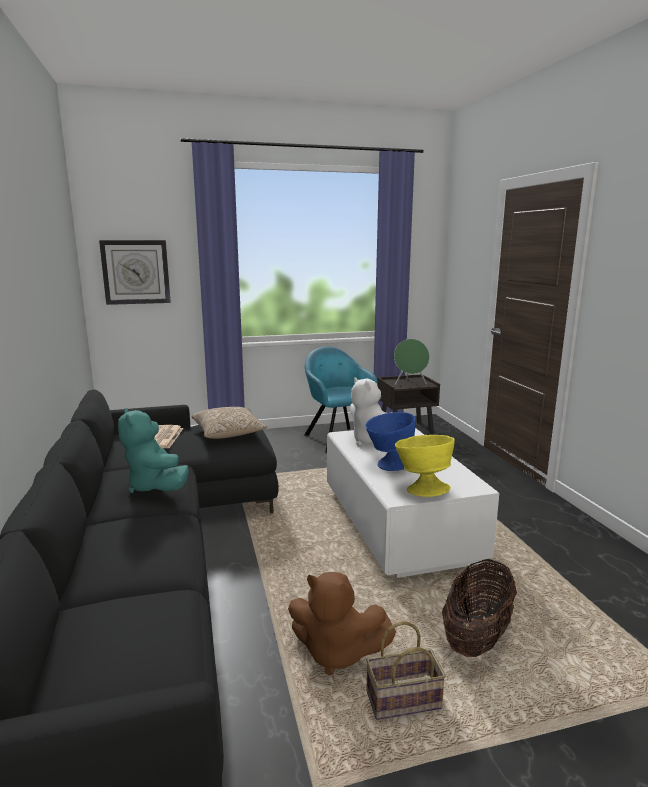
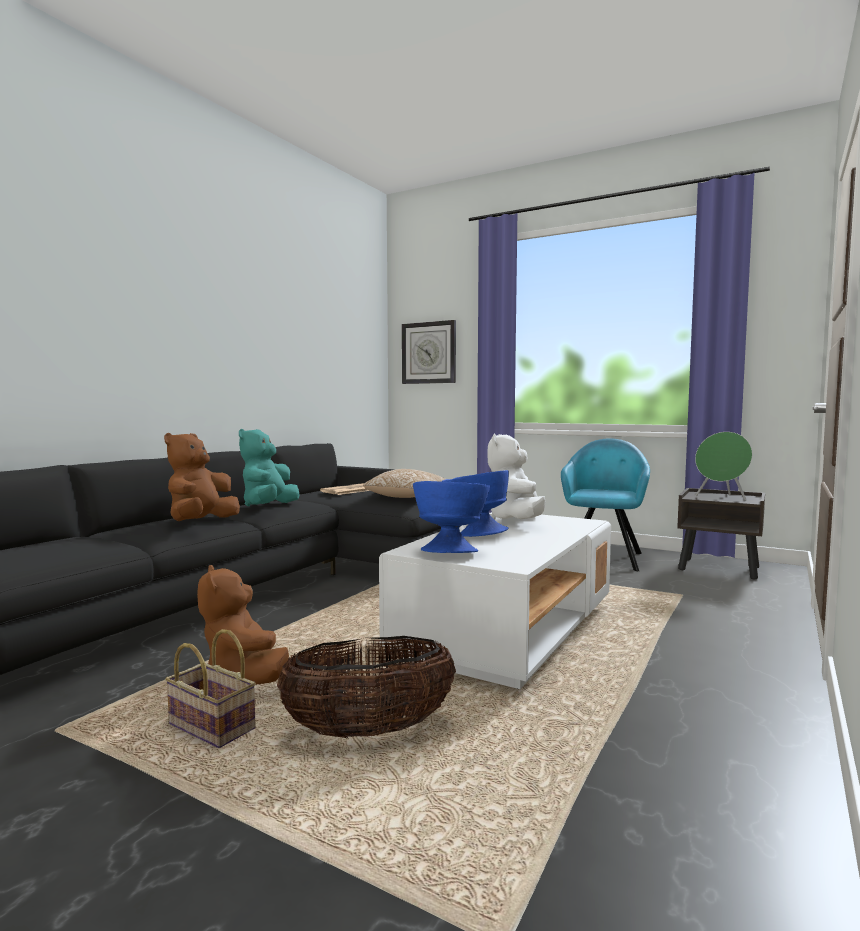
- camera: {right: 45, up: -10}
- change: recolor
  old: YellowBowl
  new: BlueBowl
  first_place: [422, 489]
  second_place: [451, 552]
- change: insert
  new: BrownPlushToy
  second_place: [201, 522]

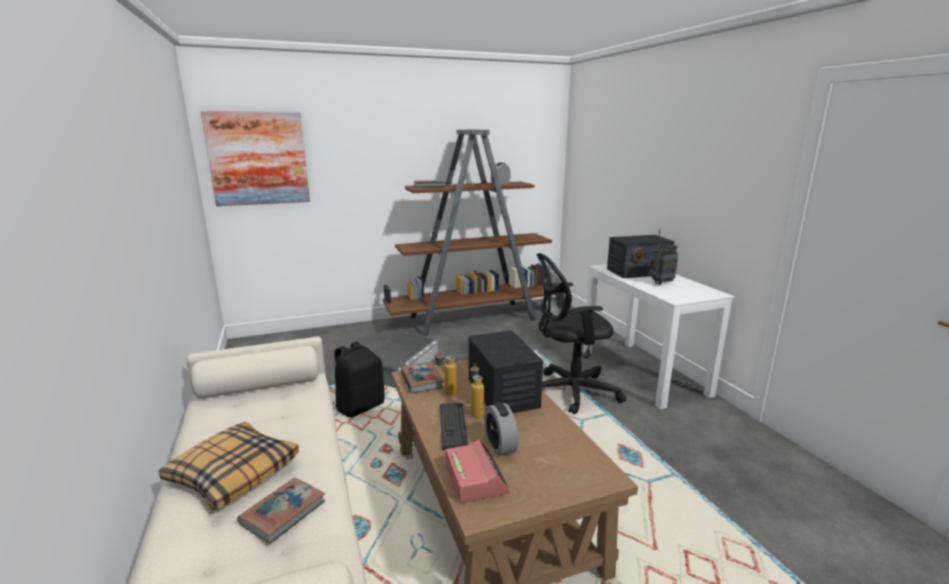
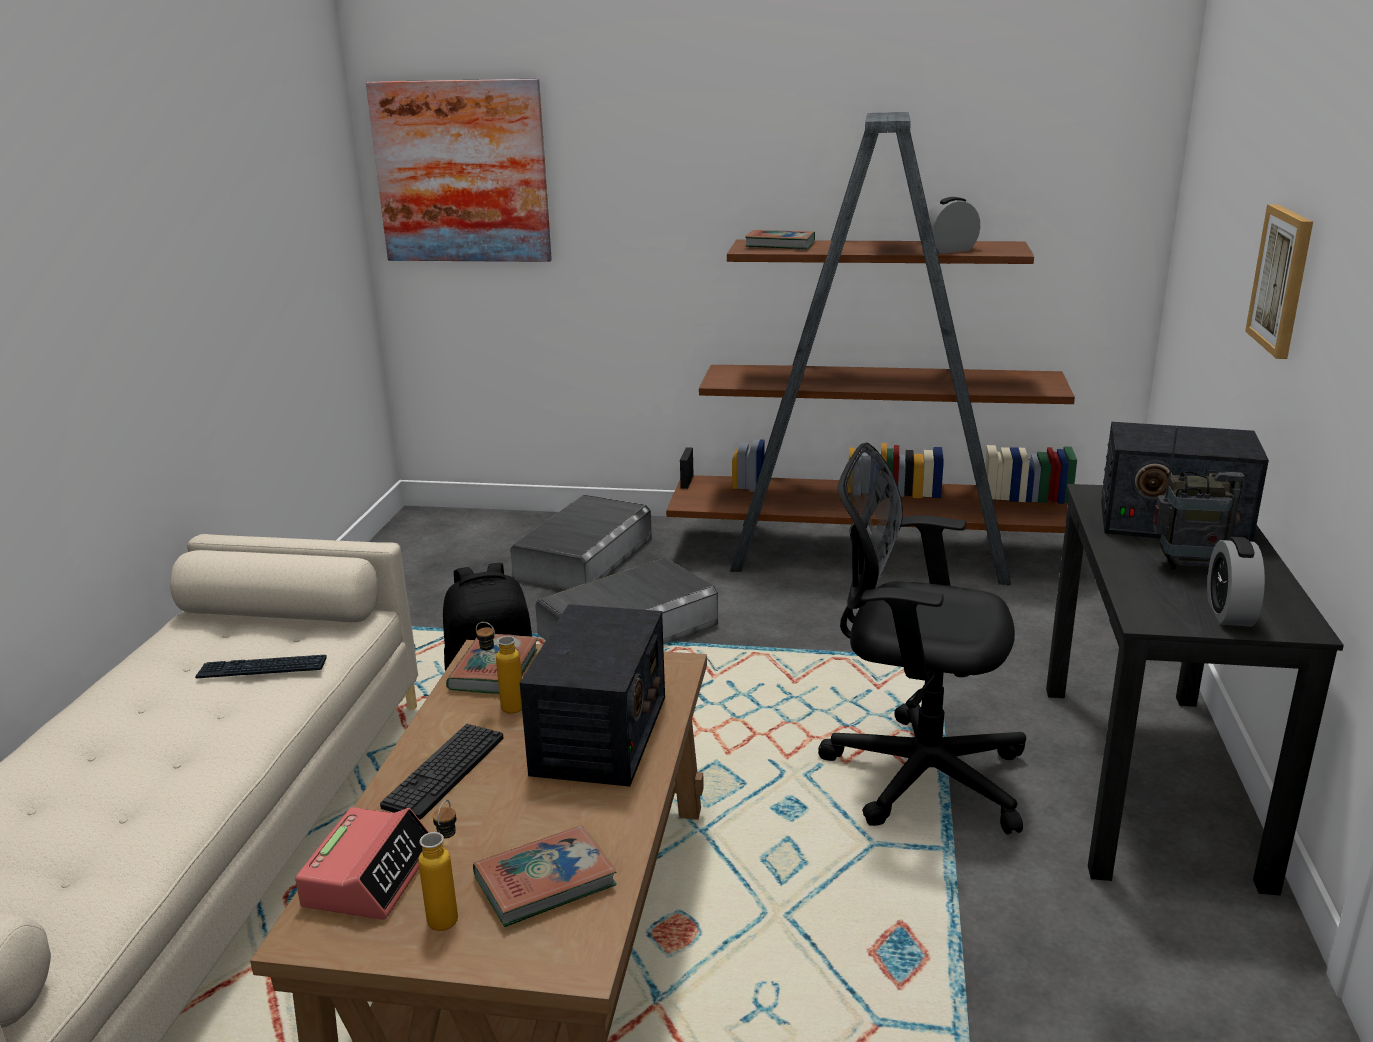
- camera: {right: 30, up: 5}
- change: recolor
  old: WhiteDesk
  new: BlackDesk
  first_place: [643, 372]
  second_place: [1148, 779]
- change: move
  old: Bottle
  first_place: [476, 412]
  second_place: [448, 912]
- change: move
  old: AlarmClock
  first_place: [500, 445]
  second_place: [1229, 613]
- change: delete
  old: Pillow
  first_place: [233, 473]
- change: move
  old: Book
  first_place: [283, 513]
  second_place: [545, 881]
- change: insert
  new: Picture
  second_place: [1282, 280]
- change: insert
  new: GreyStorageBox
  second_place: [584, 557]
- change: insert
  new: Keyboard
  second_place: [262, 669]

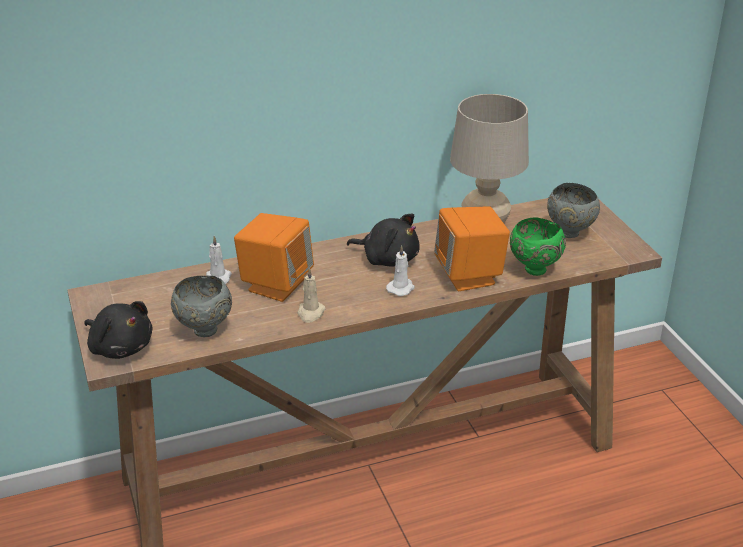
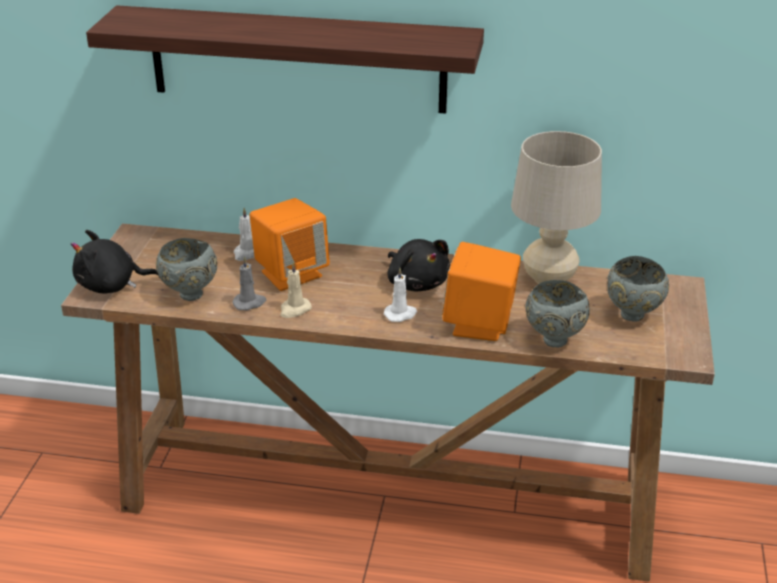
- camera: {right: 30, up: 0}
- change: recolor
  old: GreenBowl
  new: GreyBowl
  first_place: [533, 270]
  second_place: [553, 340]
- change: rotate
  old: BlackPlushToy
  first_place: [120, 347]
  second_place: [111, 285]
  degrees: 105
- change: insert
  new: Shelf
  second_place: [297, 59]
- change: insert
  new: GreyCandle
  second_place: [250, 303]

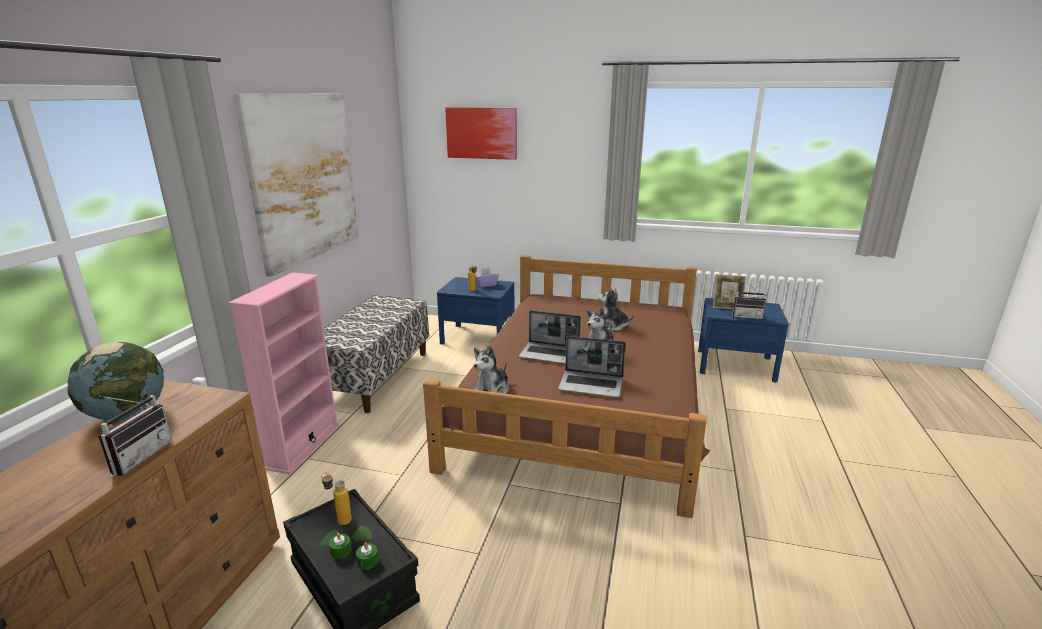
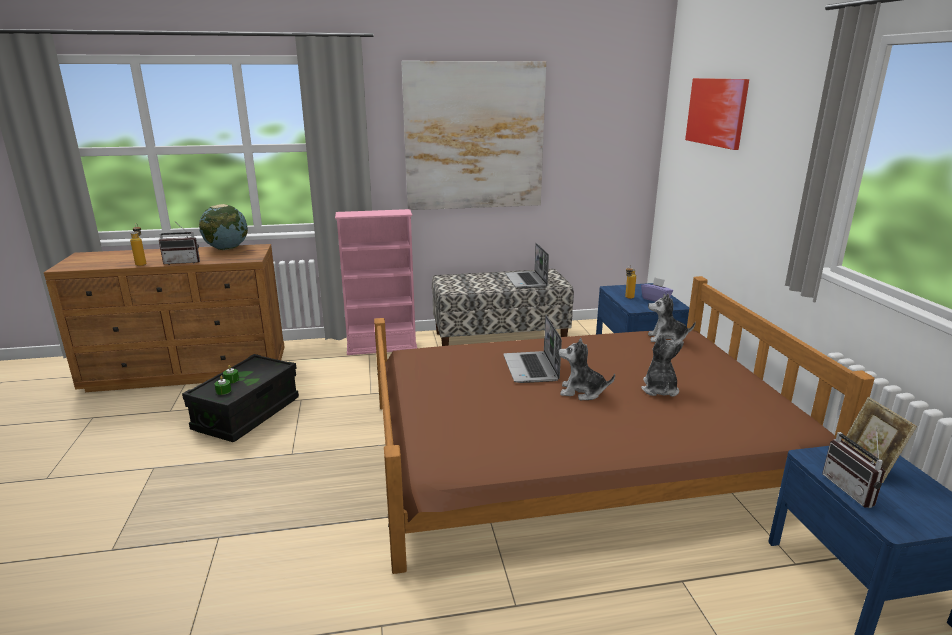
- camera: {right: 65, up: 0}
- change: move
  old: Laptop
  first_place: [592, 385]
  second_place: [526, 281]
- change: move
  old: PlushToy
  first_place: [492, 390]
  second_place: [667, 339]
- change: move
  old: Bottle
  first_place: [339, 519]
  second_place: [142, 263]

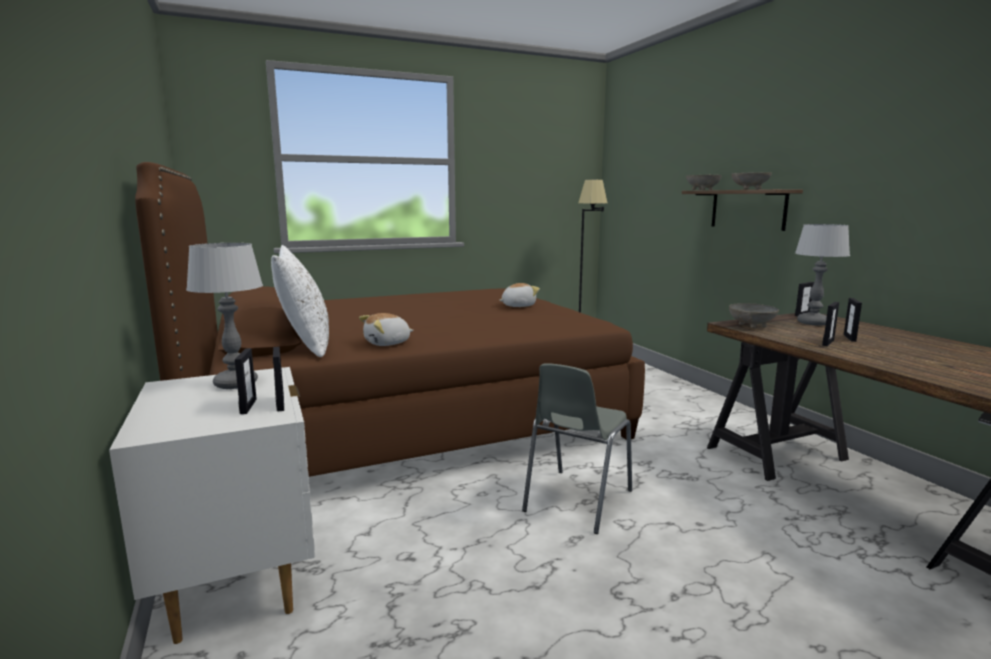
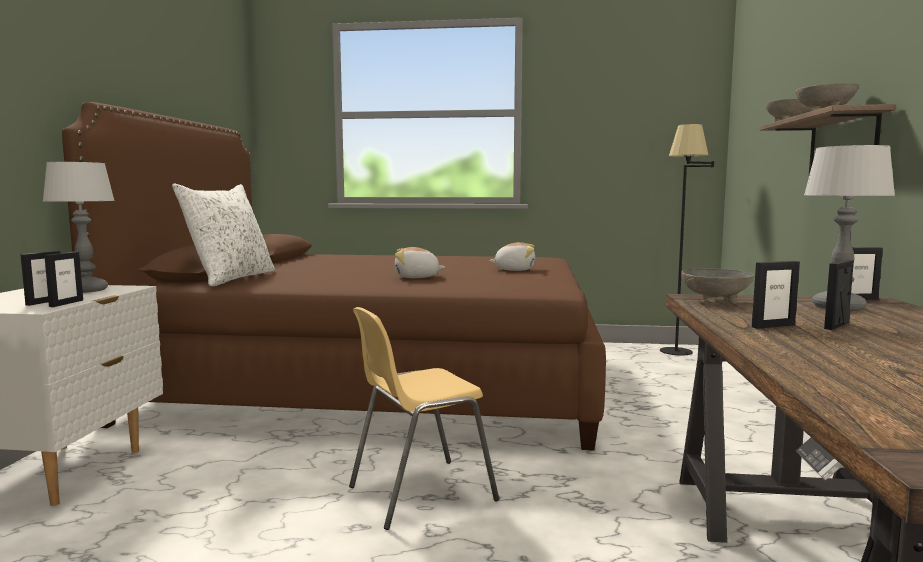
- camera: {right: 30, up: -5}
- change: move
  old: PlushToy
  first_place: [388, 343]
  second_place: [417, 277]
- change: recolor
  old: GreyChair
  new: YellowChair
  first_place: [576, 501]
  second_place: [419, 493]

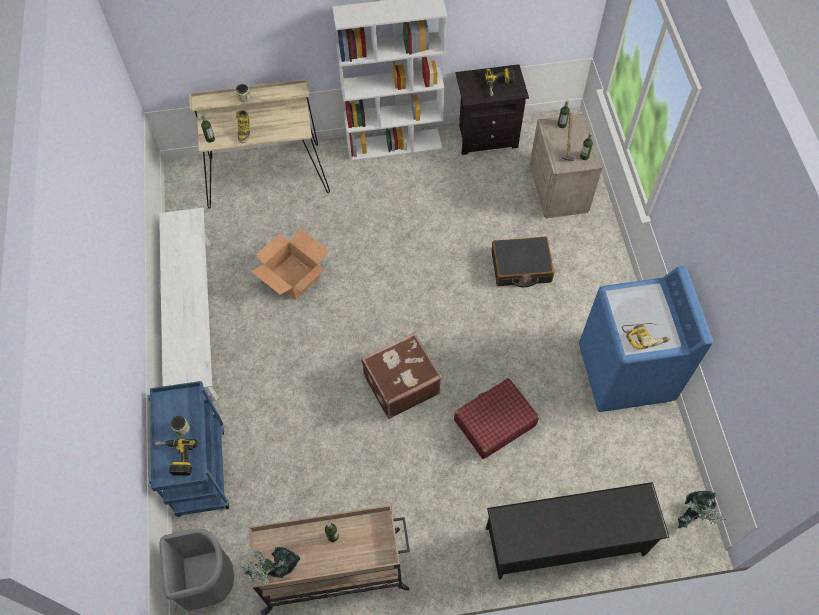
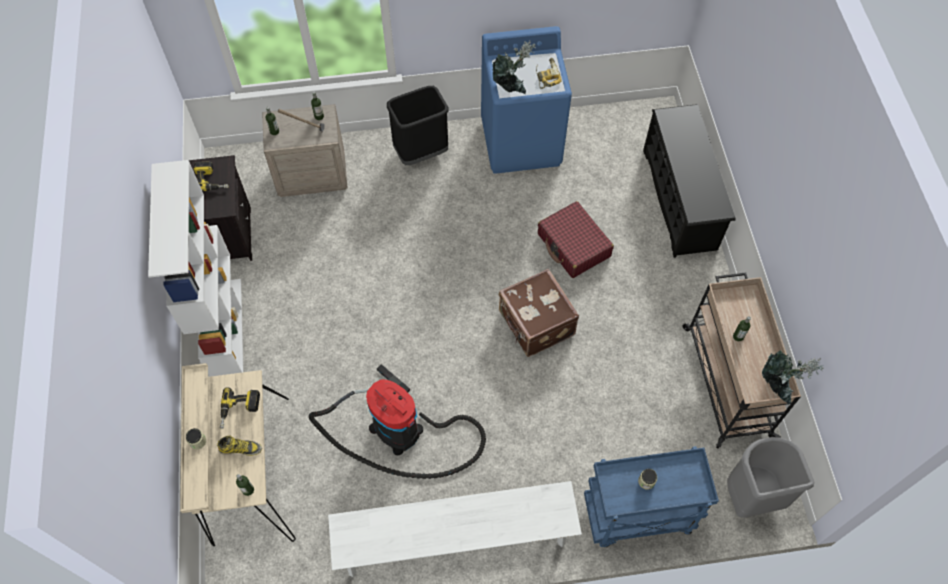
- camera: {right: -90, up: 0}
- change: replace
  old: CardboardBox
  new: VacuumCleaner
  first_place: [294, 276]
  second_place: [402, 432]
- change: delete
  old: BlackSuitcase
  first_place: [521, 267]
- change: move
  old: PowerDrill
  first_place: [175, 458]
  second_place: [239, 410]
- change: move
  old: PottedPlant
  first_place: [692, 517]
  second_place: [511, 86]
- change: insert
  new: BlackTrashCan
  second_place: [421, 153]

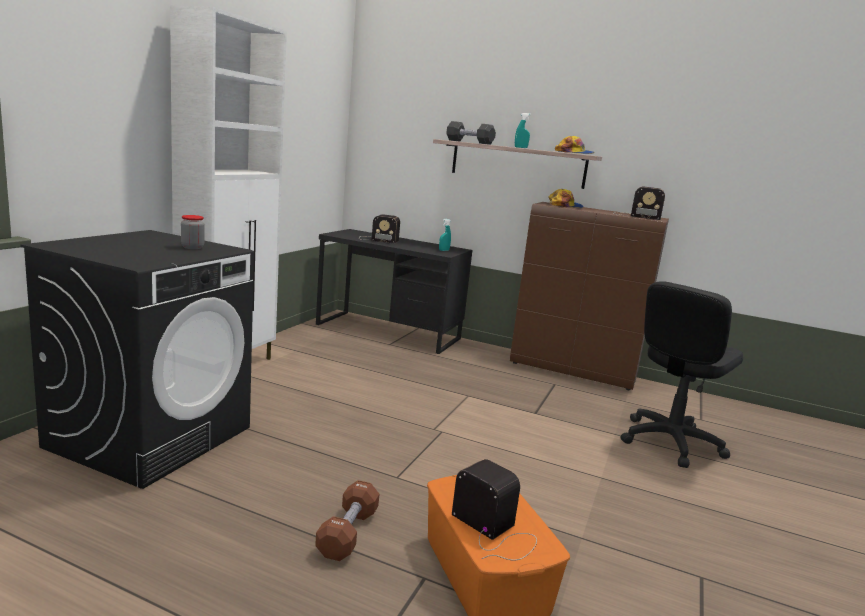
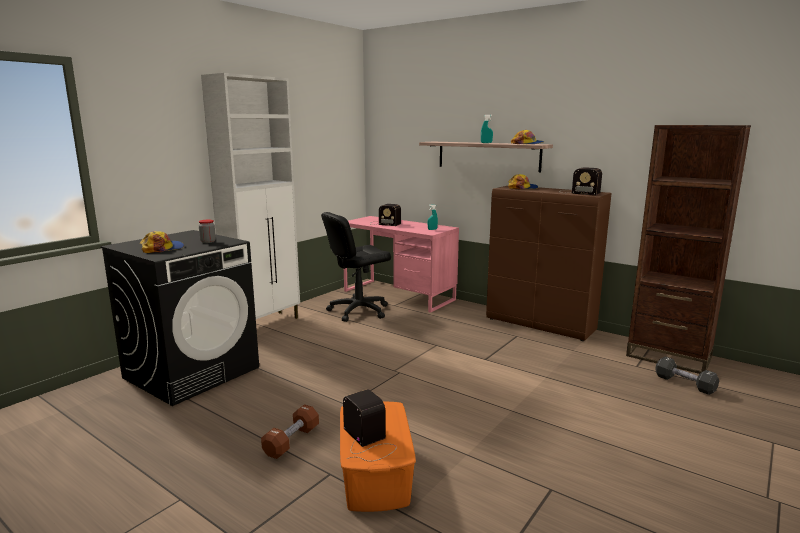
- camera: {right: 15, up: 0}
- change: move
  old: BlackDumbbell
  first_place: [469, 142]
  second_place: [684, 384]
- change: recolor
  old: BlackDesk
  new: PinkDesk
  first_place: [388, 331]
  second_place: [398, 295]
- change: move
  old: BlackOfficeChair
  first_place: [670, 442]
  second_place: [358, 311]
- change: insert
  new: BrownBookcase
  second_place: [668, 356]
- change: insert
  new: Cap
  second_place: [162, 248]

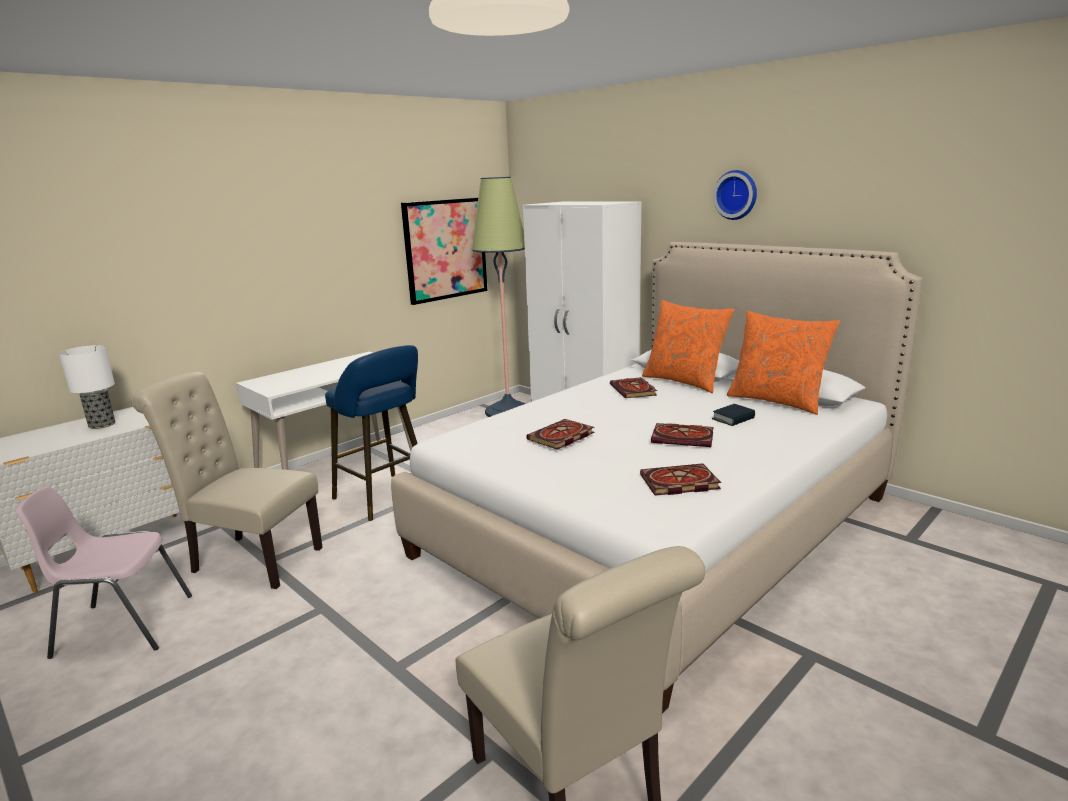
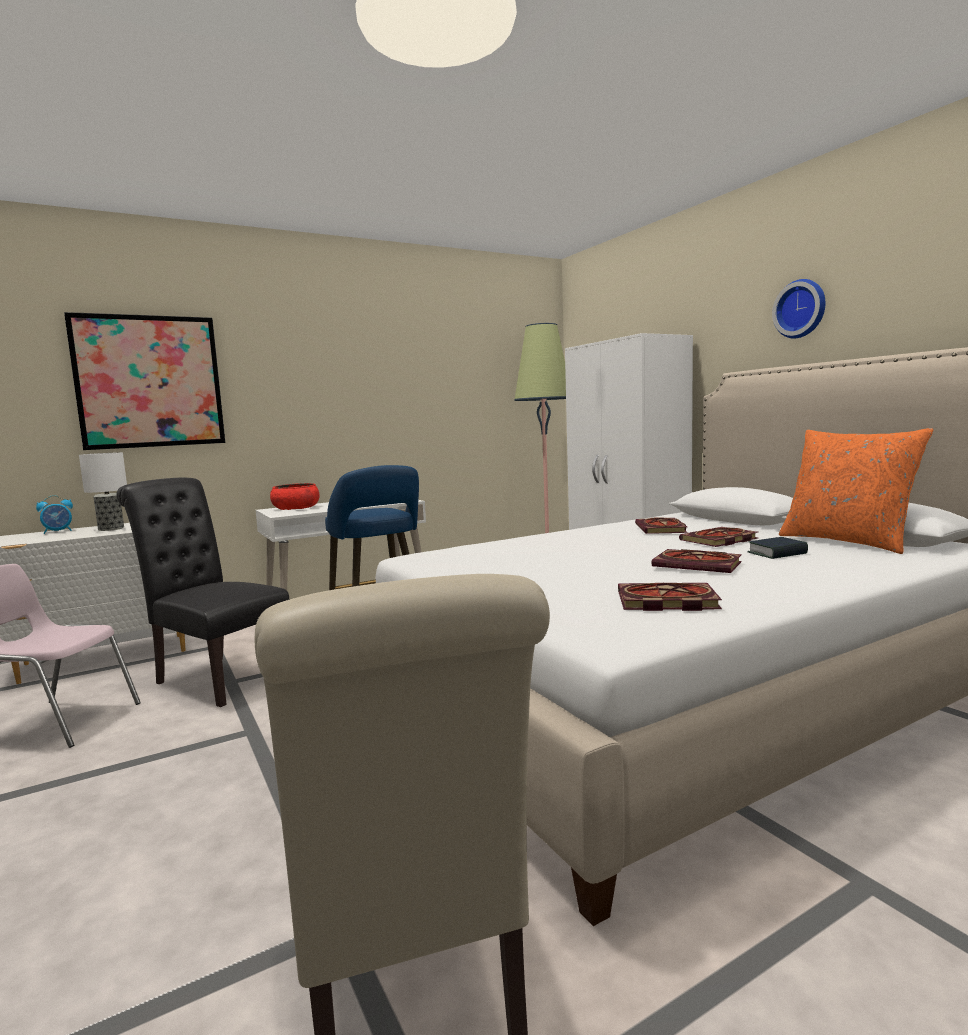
- camera: {right: 15, up: -10}
- change: move
  old: Picture
  first_place: [445, 249]
  second_place: [149, 382]
- change: delete
  old: OrangePillow
  first_place: [684, 381]
- change: recolor
  old: BeigeChair
  new: BlackChair
  first_place: [250, 559]
  second_place: [216, 678]
- change: move
  old: Book
  first_place: [561, 437]
  second_place: [718, 540]
- change: insert
  new: RedBowl
  second_place: [296, 508]
- change: insert
  new: AlarmClock
  second_place: [58, 531]

